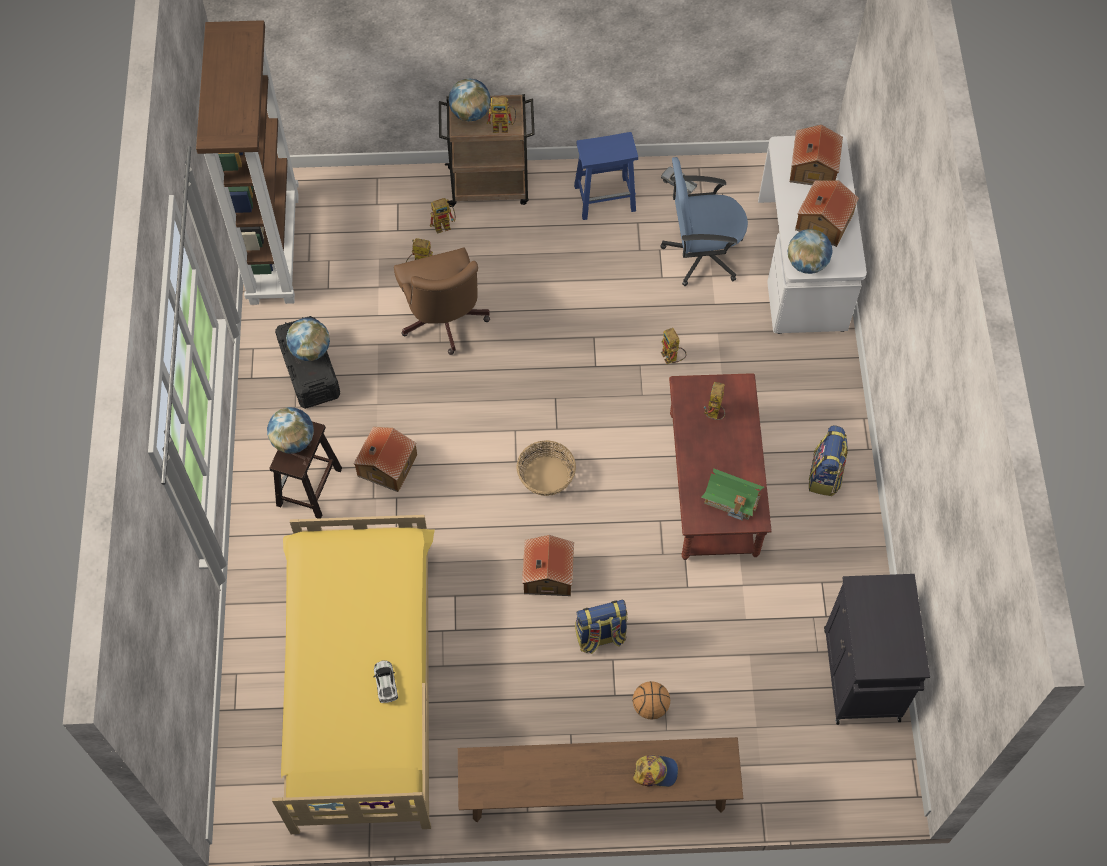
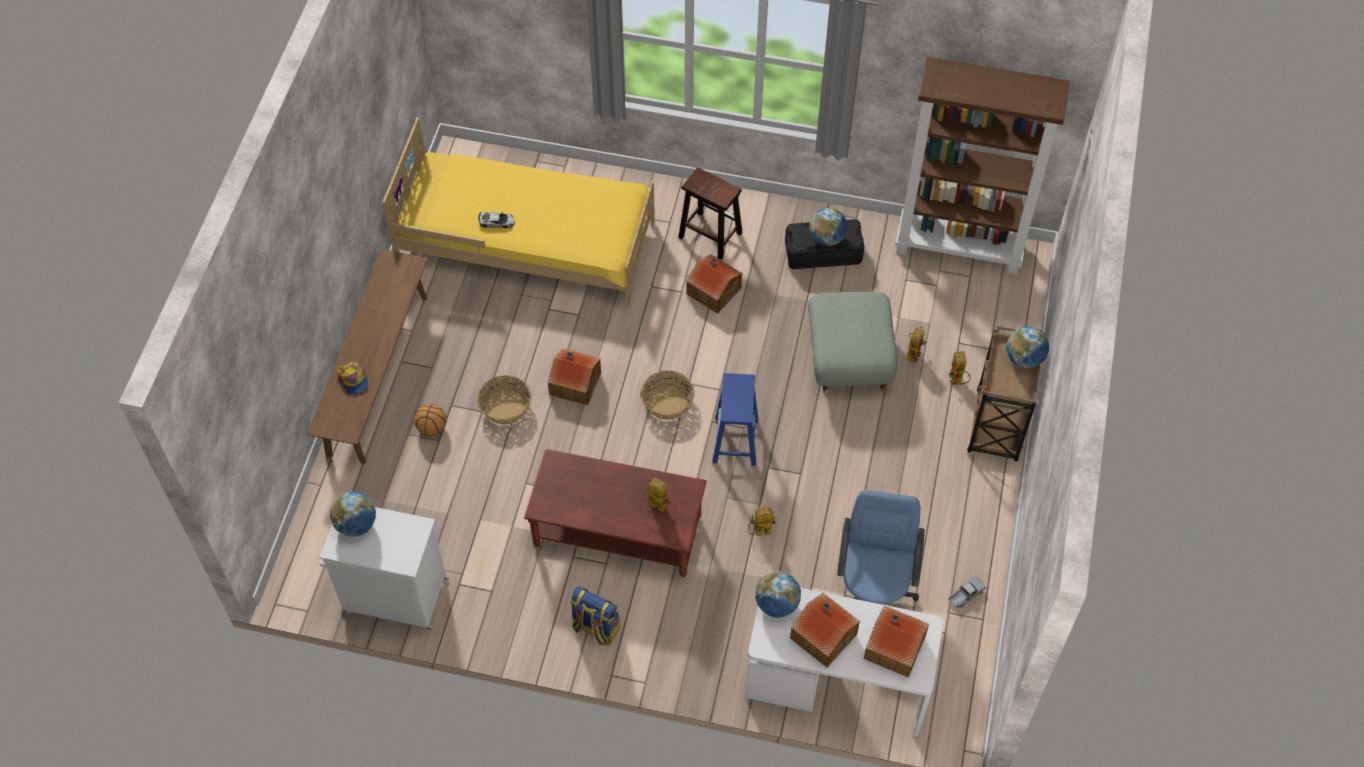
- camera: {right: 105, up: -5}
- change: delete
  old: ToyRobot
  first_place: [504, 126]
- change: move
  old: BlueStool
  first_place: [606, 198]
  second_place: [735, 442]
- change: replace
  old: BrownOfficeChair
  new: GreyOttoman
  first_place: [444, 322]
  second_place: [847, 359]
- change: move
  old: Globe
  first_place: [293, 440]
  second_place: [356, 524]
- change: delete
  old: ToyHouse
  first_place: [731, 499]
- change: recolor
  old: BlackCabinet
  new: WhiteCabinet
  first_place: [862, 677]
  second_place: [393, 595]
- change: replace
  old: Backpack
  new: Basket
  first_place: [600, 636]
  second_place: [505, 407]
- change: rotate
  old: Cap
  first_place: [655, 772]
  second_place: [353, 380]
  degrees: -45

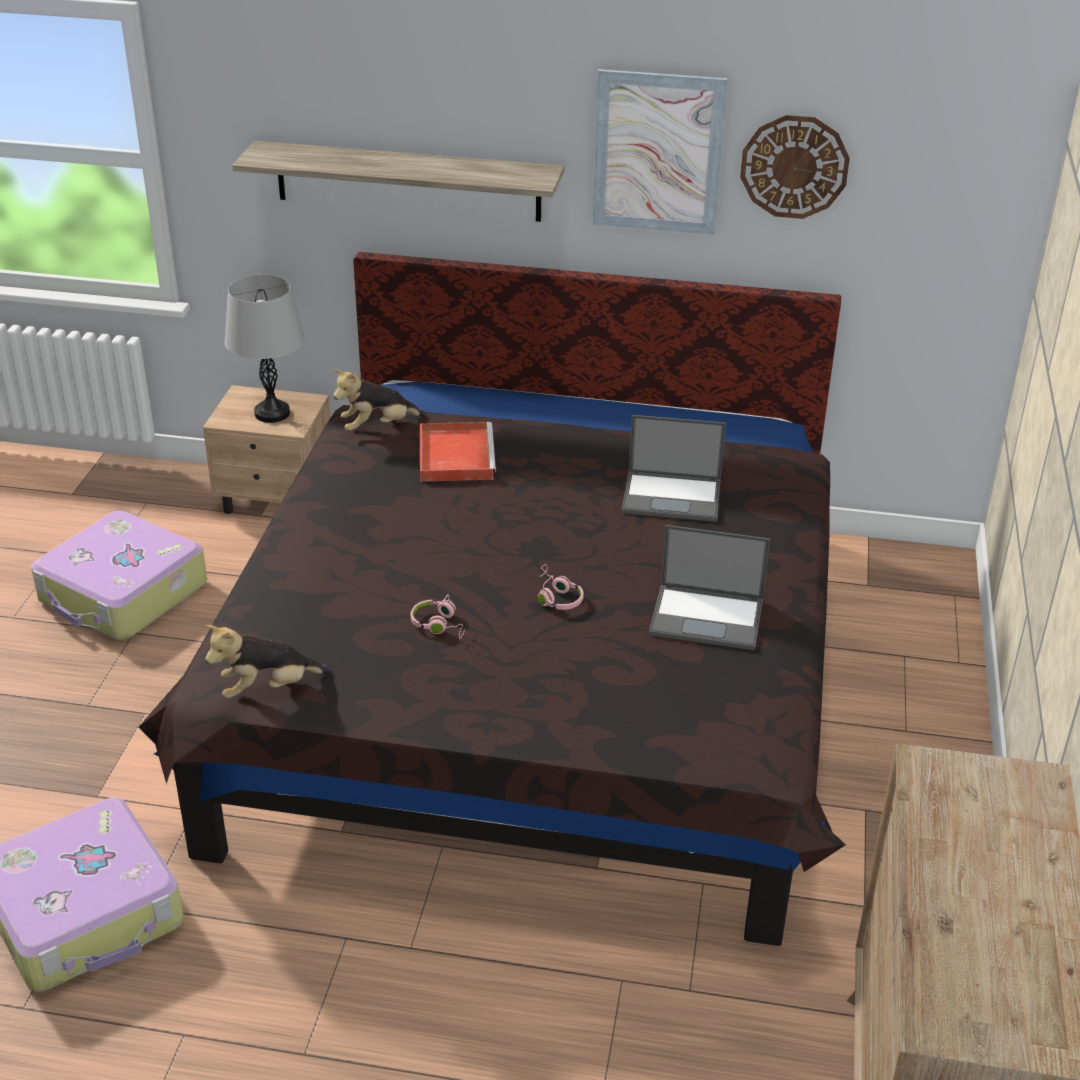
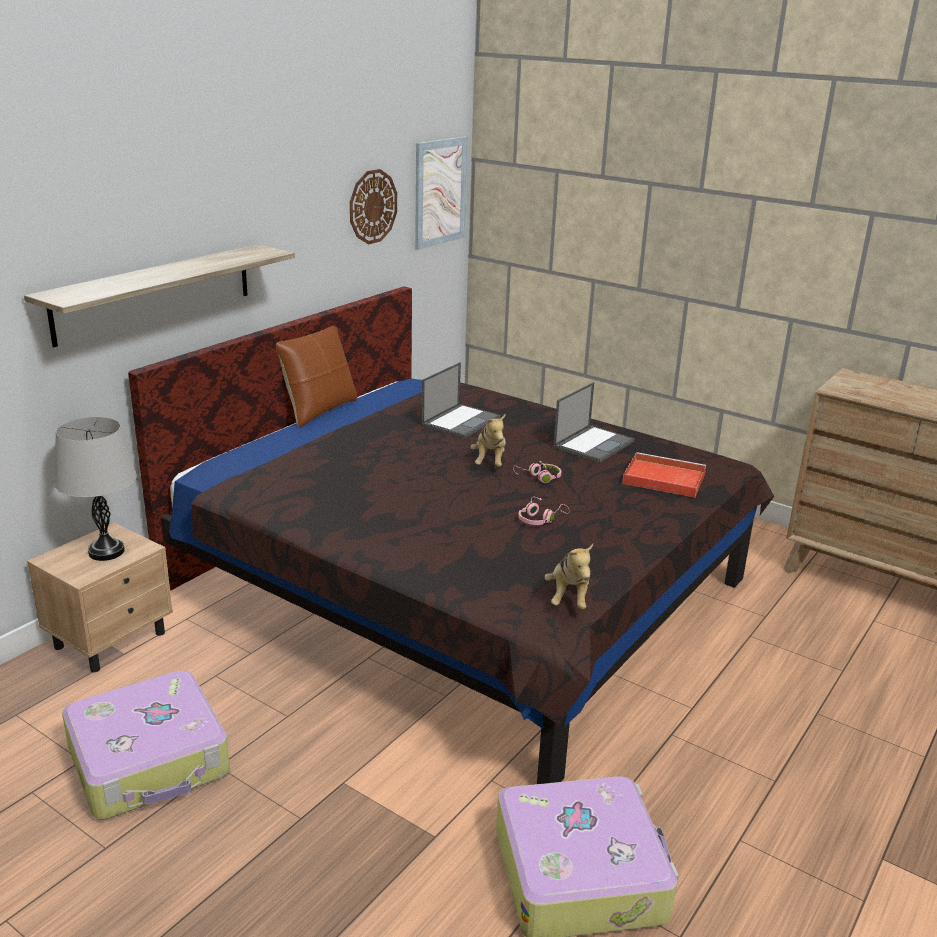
- camera: {right: -65, up: -10}
- change: move
  old: Picture
  first_place: [658, 152]
  second_place: [440, 192]
- change: move
  old: PlushToy
  first_place: [377, 426]
  second_place: [489, 462]
- change: move
  old: RedTray
  first_place: [455, 455]
  second_place: [662, 478]
- change: insert
  new: BrownPillow
  second_place: [318, 410]

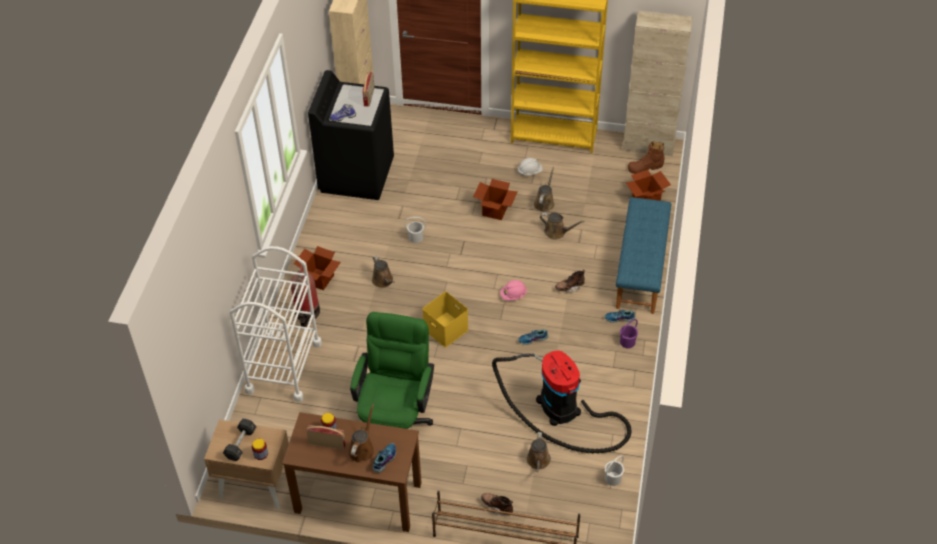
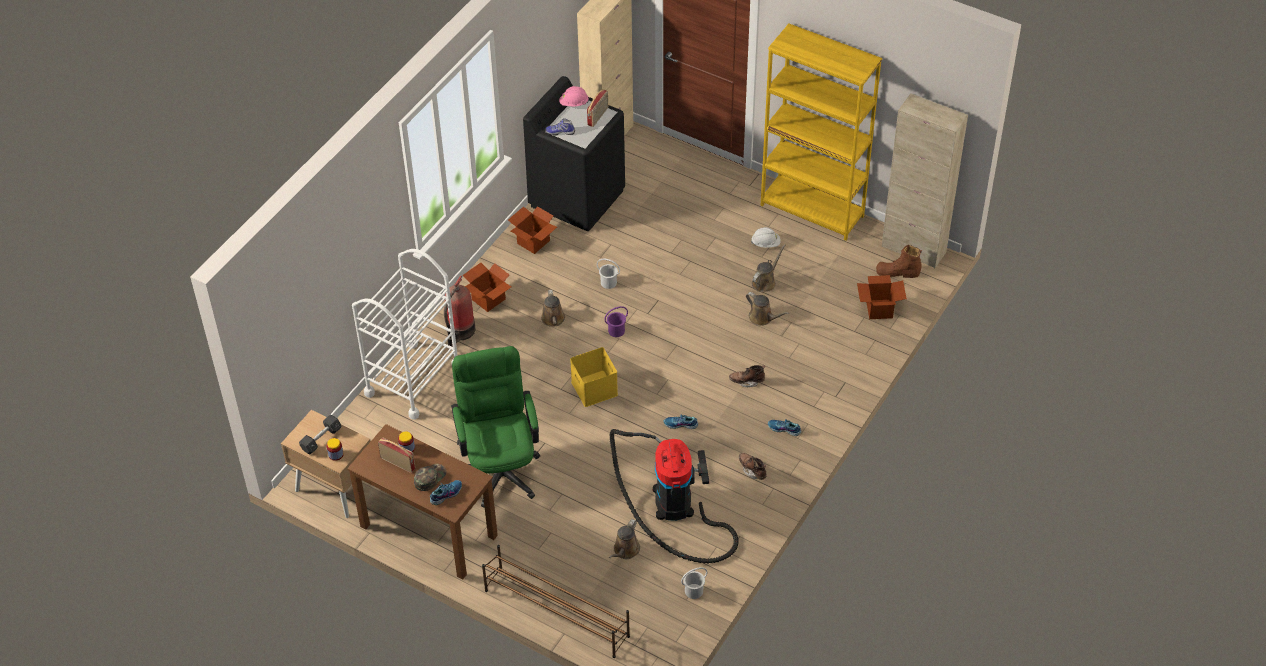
- camera: {right: 20, up: 0}
- change: move
  old: CardboardBox
  first_place: [495, 210]
  second_place: [533, 242]
- change: delete
  old: BlueBench
  first_place: [641, 269]
- change: move
  old: PinkHardHat
  first_place: [513, 295]
  second_place: [573, 103]
- change: rotate
  old: GreenOfficeChair
  first_place: [395, 420]
  second_place: [500, 466]
  degrees: -45
- change: move
  old: PurpleBucket
  first_place: [627, 342]
  second_place: [616, 331]
- change: replace
  old: BrownWateringCan
  new: GreenCap
  first_place: [362, 449]
  second_place: [429, 478]
- change: move
  old: BrownBoot
  first_place: [497, 507]
  second_place: [752, 470]

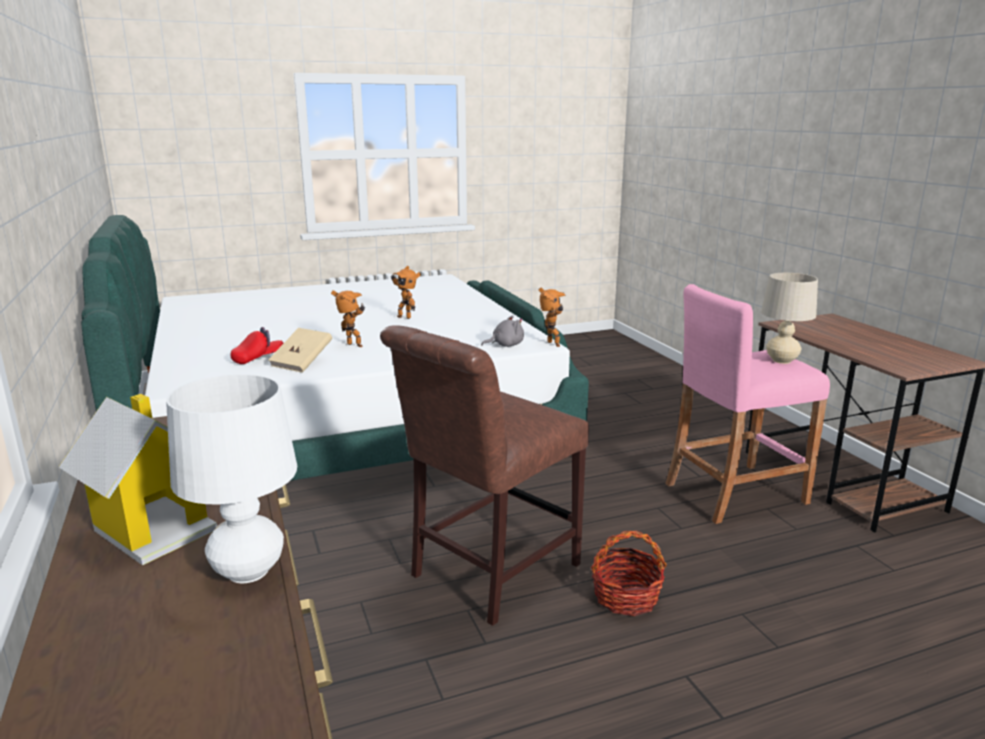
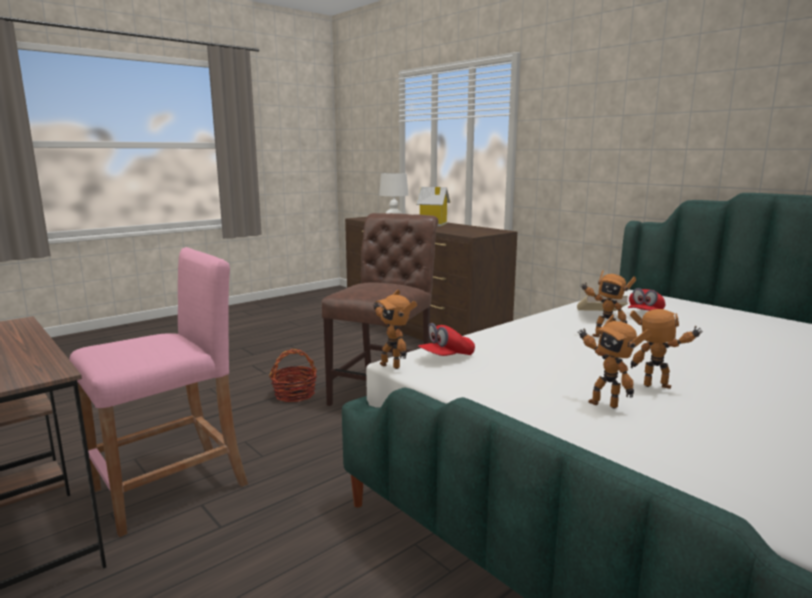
- camera: {right: 160, up: -5}
- change: delete
  old: BeigeTableLamp
  first_place: [781, 360]
- change: replace
  old: GreyPlushToy
  new: RedCap
  first_place: [505, 345]
  second_place: [446, 357]
- change: insert
  new: ToyRobot
  second_place: [604, 403]

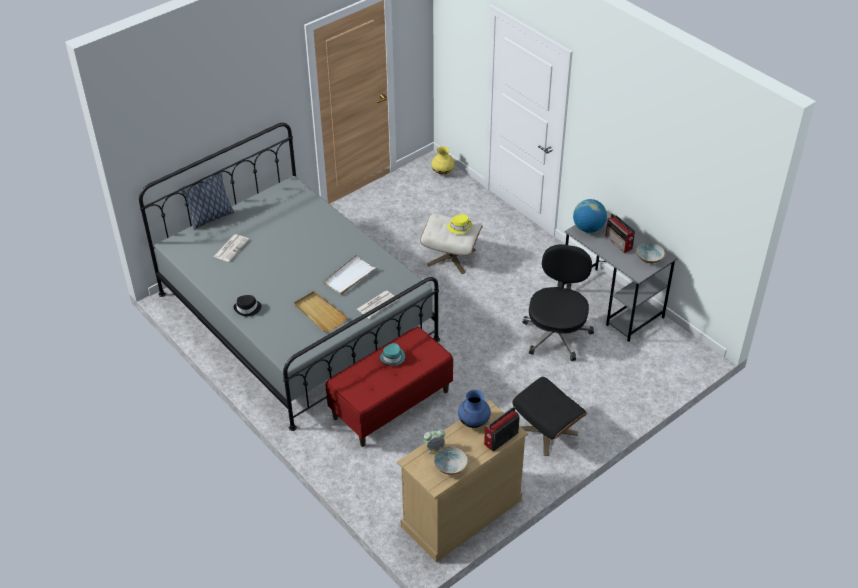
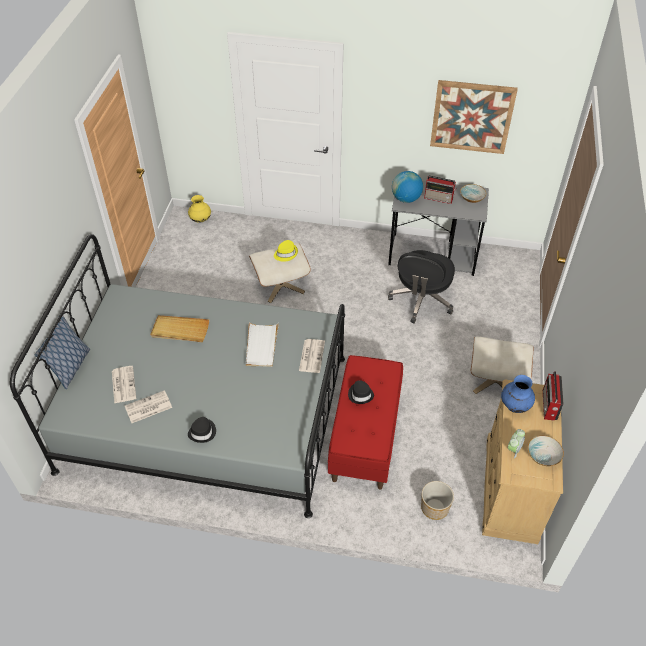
- camera: {right: -40, up: 5}
- change: rotate
  old: BlackOfficeChair
  first_place: [556, 334]
  second_place: [421, 300]
  degrees: -135
- change: move
  old: BeigeTray
  first_place: [319, 313]
  second_place: [180, 330]
- change: recolor
  old: TurquoiseHat
  new: BlackHat
  first_place: [393, 357]
  second_place: [360, 394]
- change: recolor
  old: BlackOttoman
  new: BeigeOttoman
  first_place: [547, 431]
  second_place: [496, 379]
- change: insert
  new: Picture
  second_place: [472, 117]
- change: insert
  new: Newspaper
  second_place: [148, 407]
- change: insert
  new: Planter
  second_place: [434, 508]

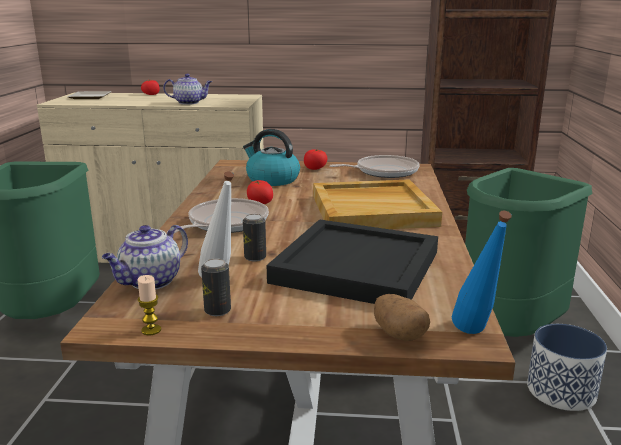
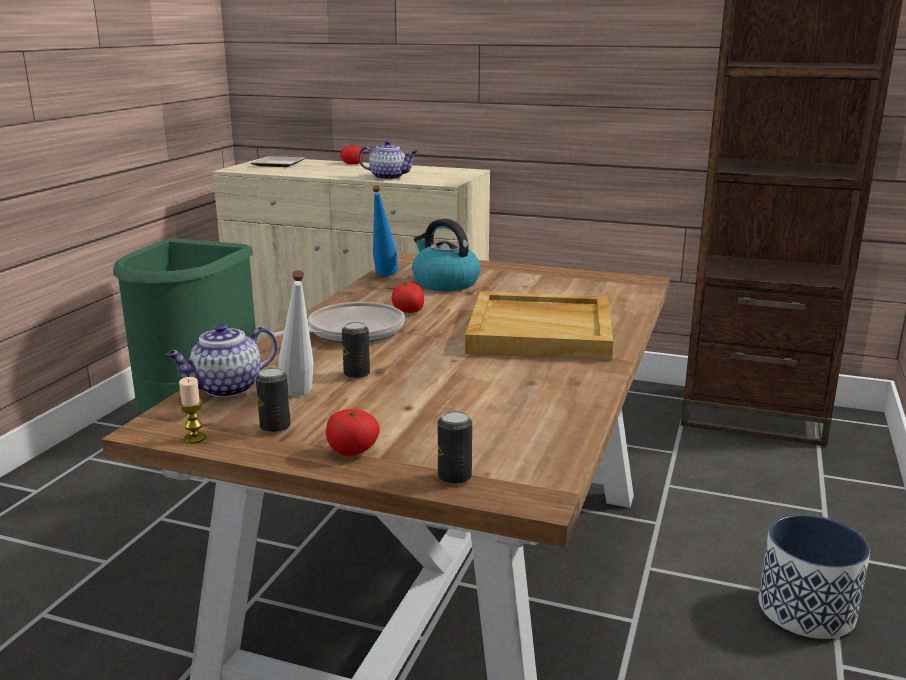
- camera: {right: 15, up: 0}
- change: move
  old: Tomato
  first_place: [315, 168]
  second_place: [352, 451]
- change: delete
  old: FryingPan
  first_place: [383, 172]
- change: delete
  old: GreenTrashCan
  first_place: [507, 333]
- change: move
  old: BlueBottle
  first_place: [475, 336]
  second_place: [384, 277]
- change: delete
  old: BlackTray
  first_place: [357, 268]
- change: replace
  old: Potato
  new: Can
  first_place: [399, 334]
  second_place: [454, 477]

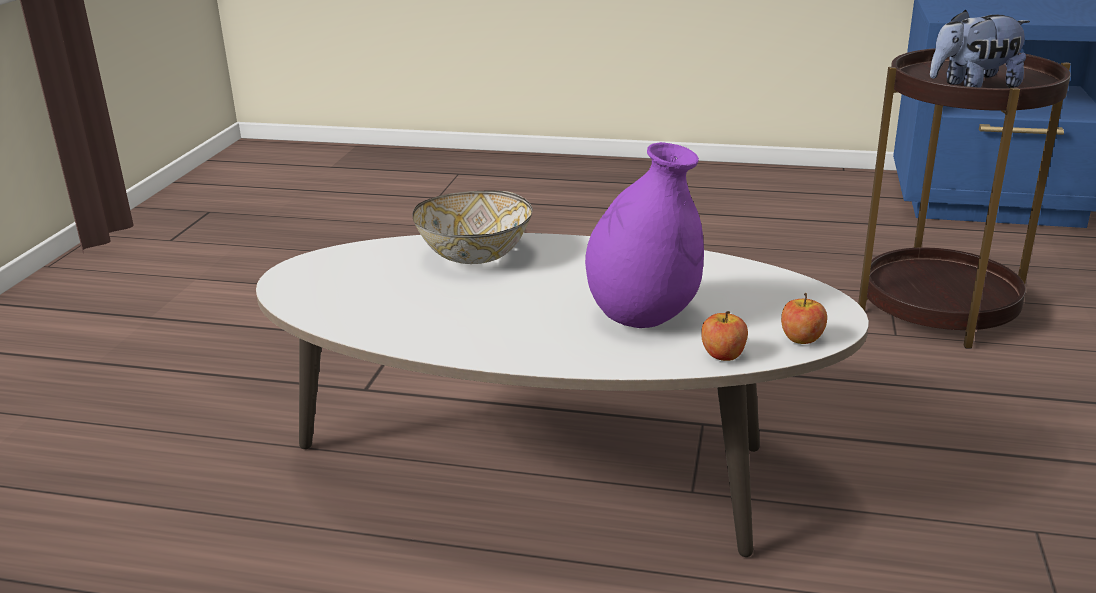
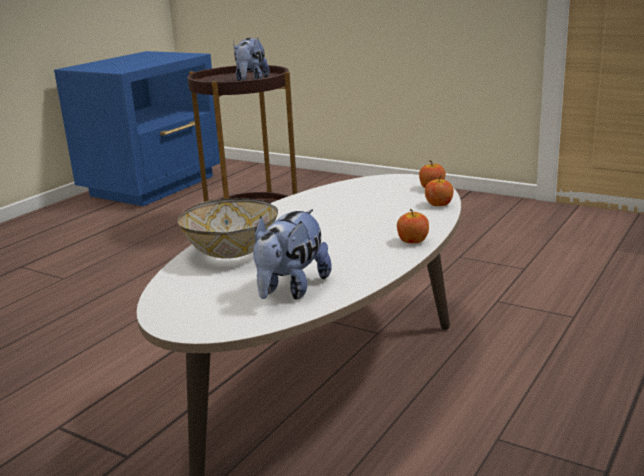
- camera: {right: -70, up: -5}
- change: delete
  old: PurpleVase
  first_place: [643, 317]
- change: insert
  new: PlushToy
  second_place: [291, 289]
- change: insert
  new: Apple
  second_place: [412, 241]

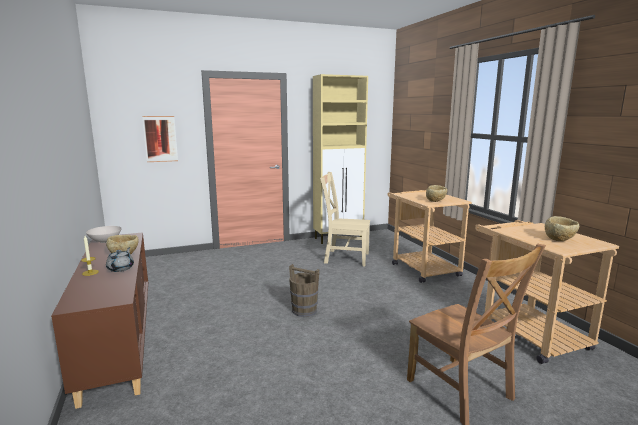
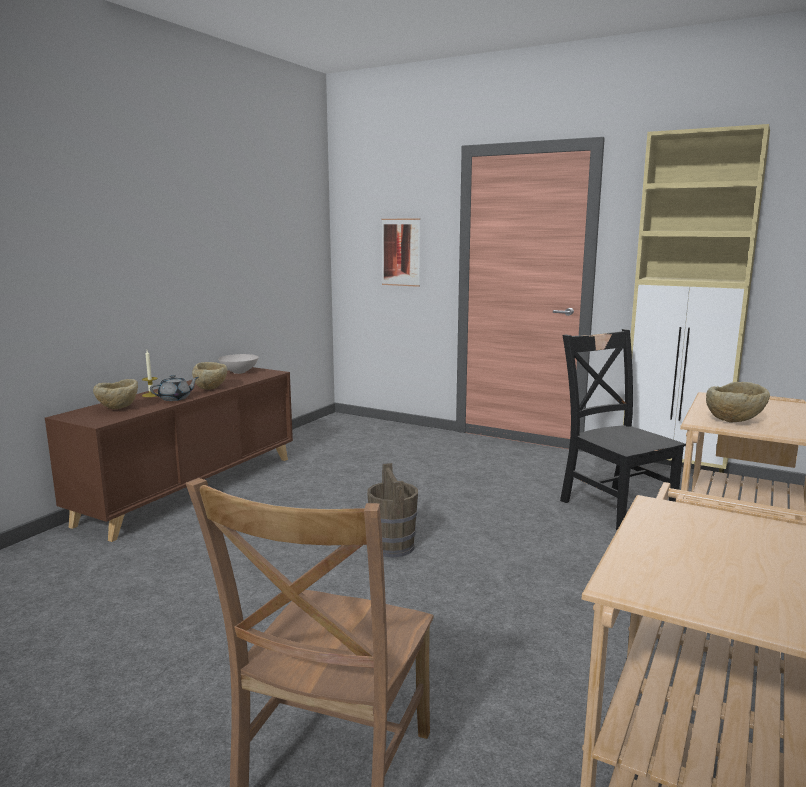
- camera: {right: 50, up: 0}
- change: recolor
  old: BeigeChair
  new: BlackChair
  first_place: [344, 258]
  second_place: [614, 506]
- change: move
  old: BeigeBowl
  first_place: [560, 240]
  second_place: [118, 409]

